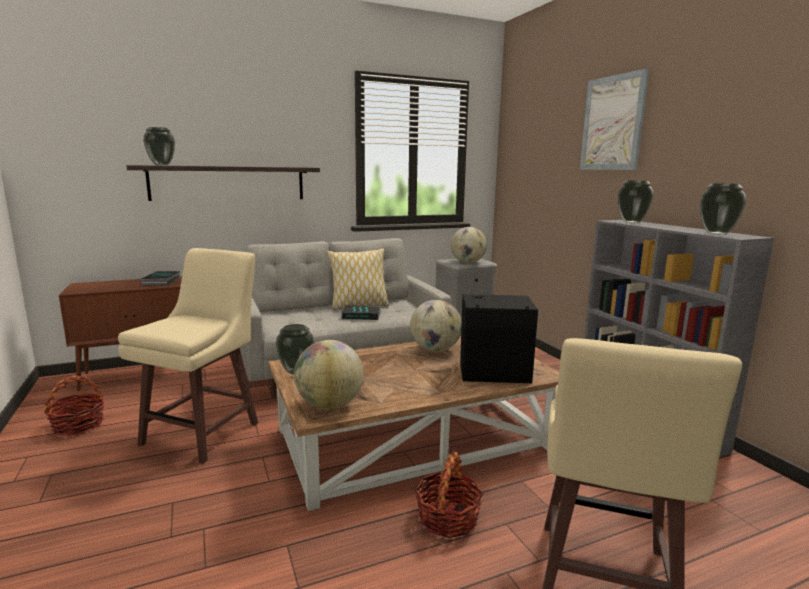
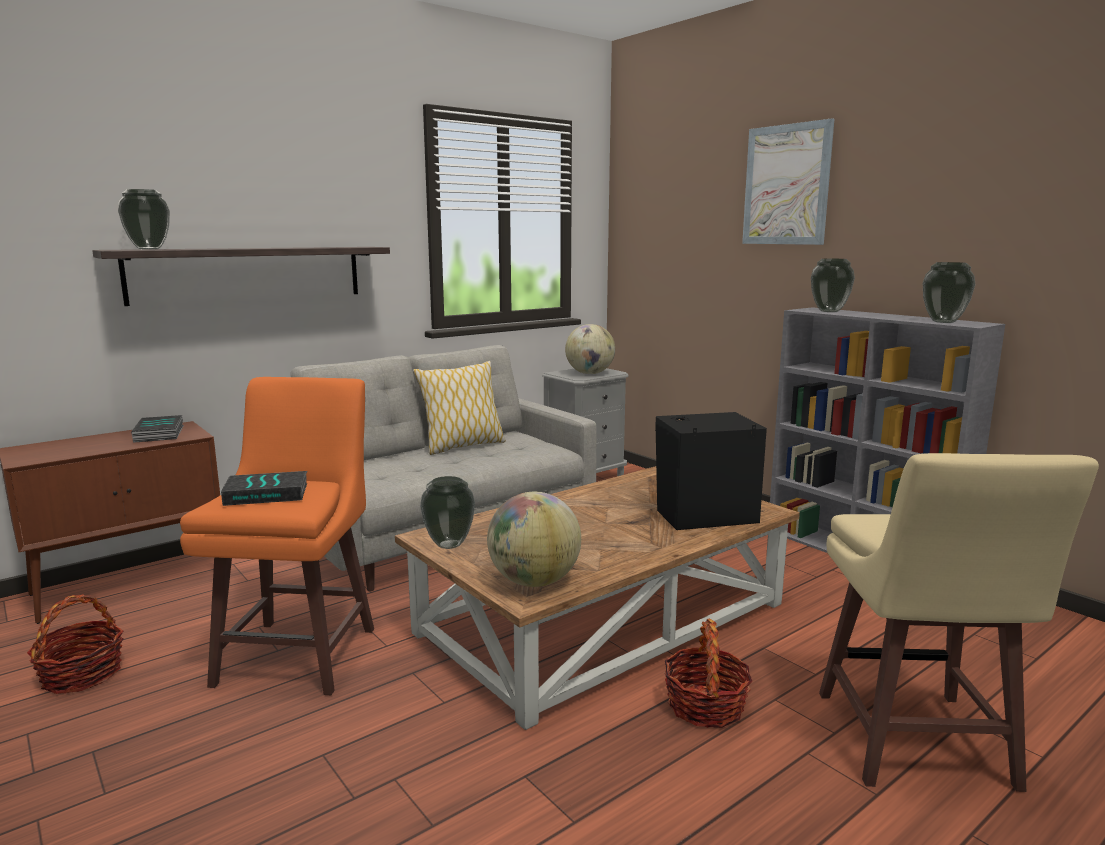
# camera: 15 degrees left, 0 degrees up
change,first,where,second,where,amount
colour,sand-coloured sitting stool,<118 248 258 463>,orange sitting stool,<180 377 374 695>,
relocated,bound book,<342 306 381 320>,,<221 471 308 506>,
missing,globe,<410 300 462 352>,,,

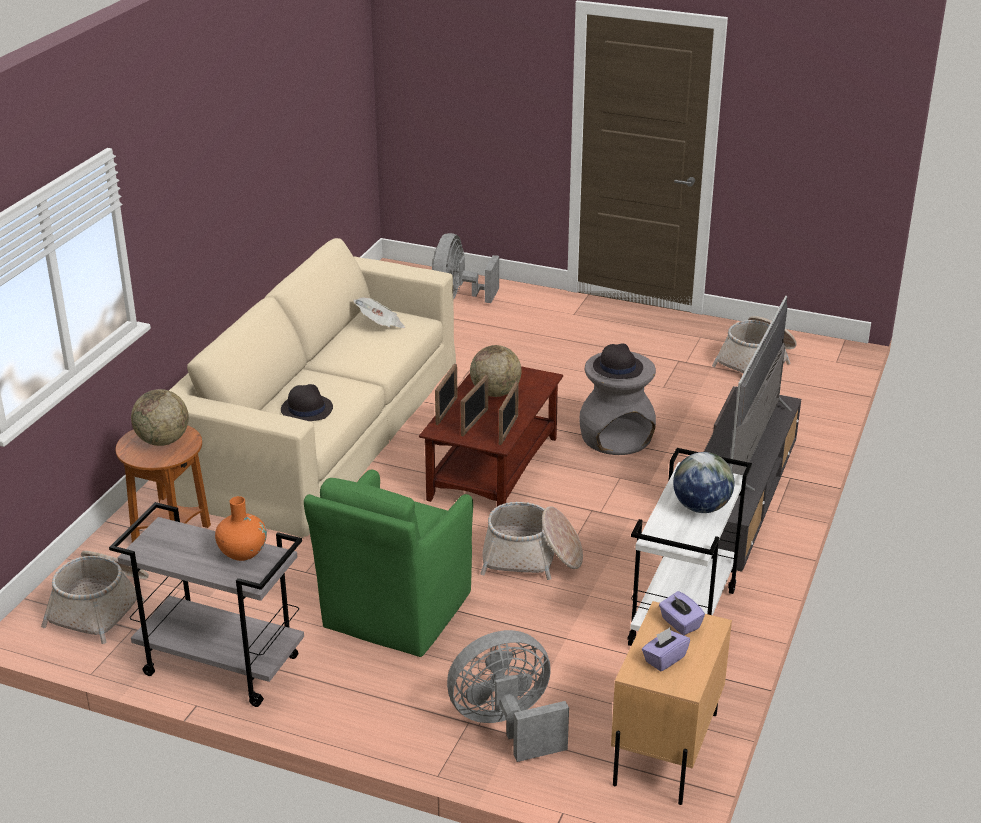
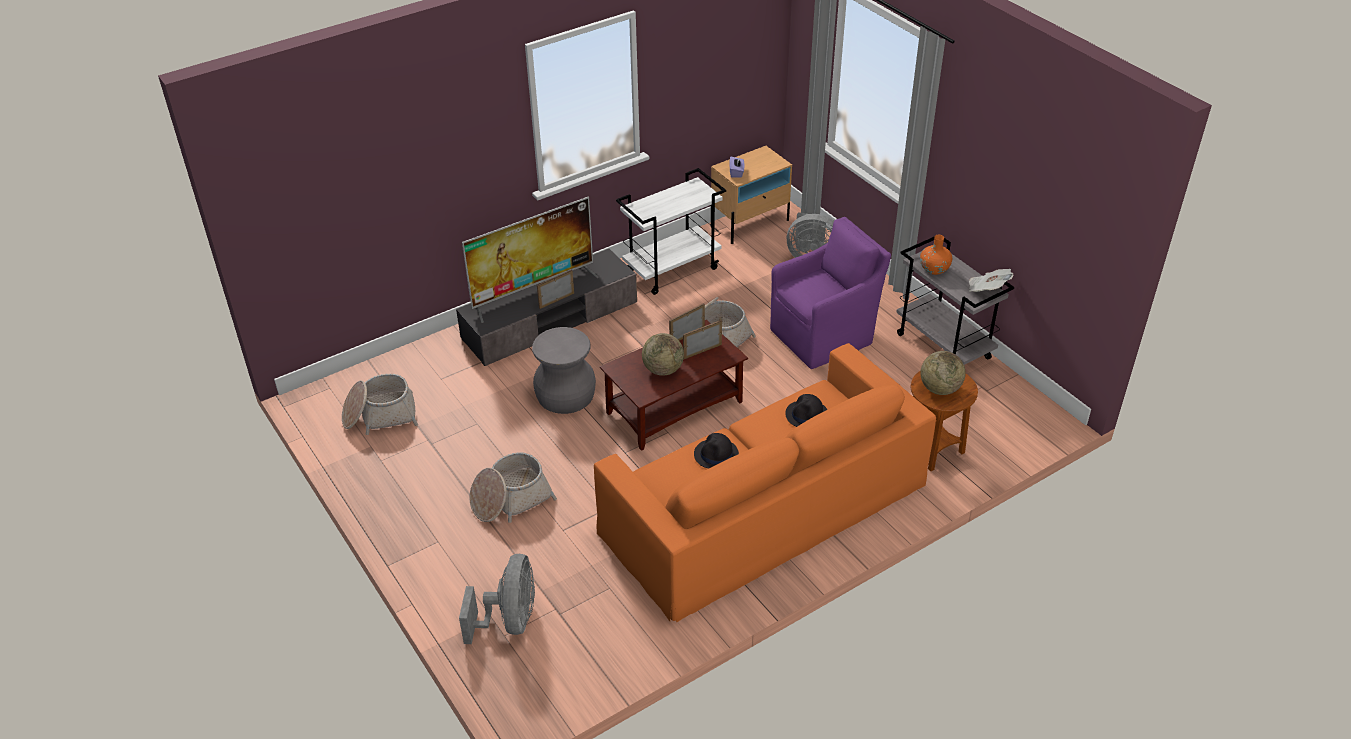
# camera: 145 degrees left, 10 degrees up
change,first,where,second,where,amount
spun,greyish fan,<432 233 499 303>,,<459 554 535 644>,45 degrees counterclockwise
relocated,basket,<41 551 149 644>,,<469 452 557 523>,
relocated,picture frame,<435 363 458 425>,,<537 270 574 309>,
colour,sand-coloured couch,<165 238 456 538>,orange couch,<594 343 936 623>,
relocated,blackish wearable hat,<593 343 643 379>,,<694 433 739 468>,
colour,greenish easy chair,<304 470 473 657>,purple-coloured easy chair,<770 217 891 369>,
relocated,newspaper,<353 297 406 328>,,<969 269 1014 292>,
missing,purple-coloured tissue holder,<642 627 690 672>,,,
missing,globe,<673 452 735 513>,,,

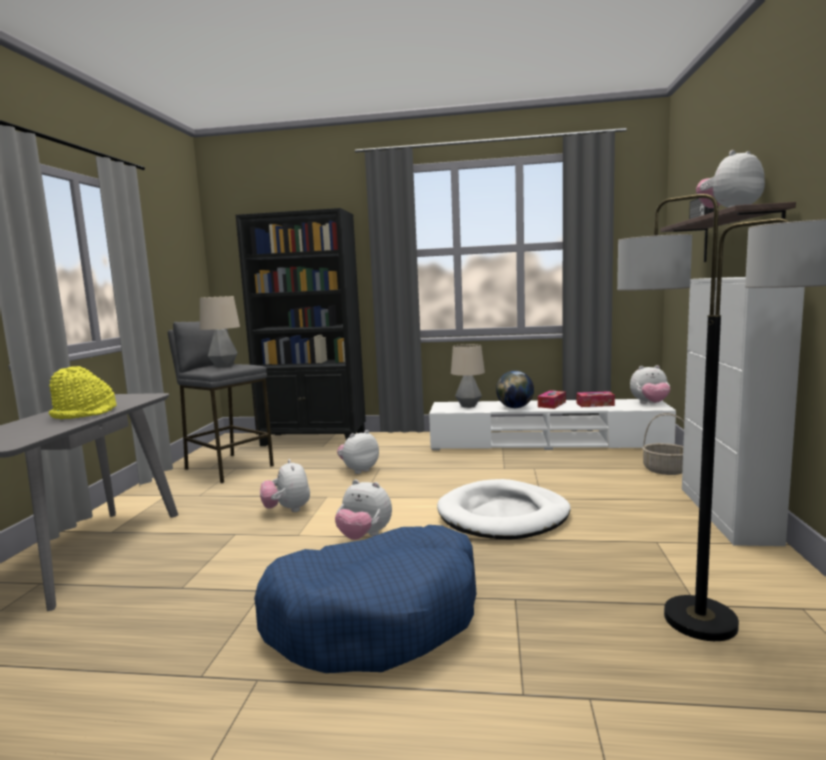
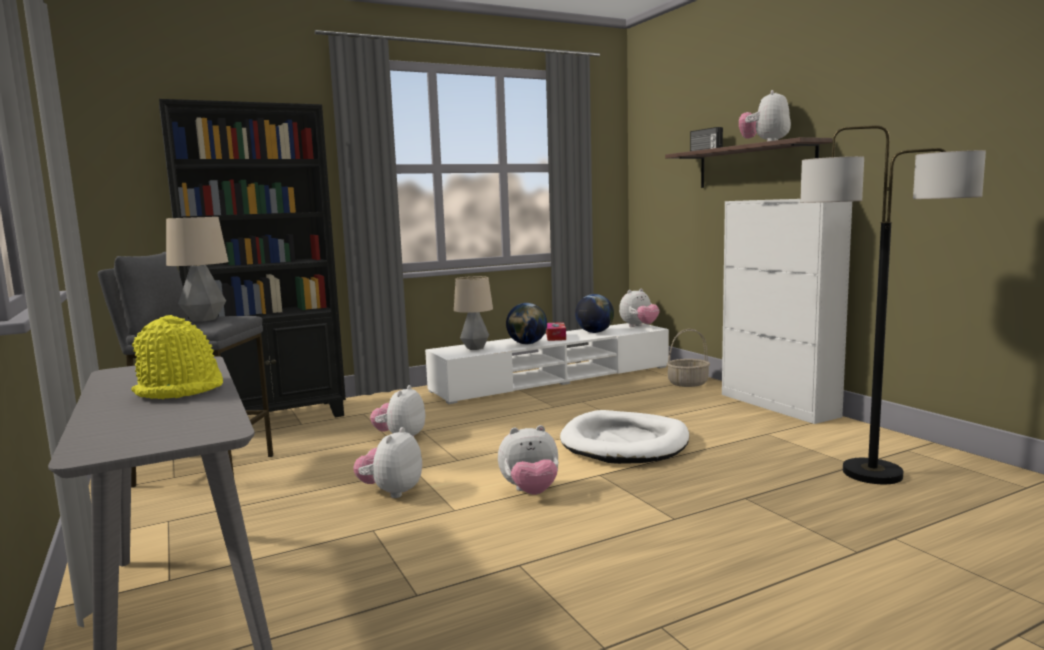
# camera: 35 degrees left, 0 degrees up
change,first,where,second,where,amount
spun,soft toy,<260 459 310 512>,,<353 427 422 498>,75 degrees clockwise
exchanged,tissue holder,<577 391 615 407>,globe,<575 294 614 333>,
missing,blue dog cushion,<254 525 476 673>,,,

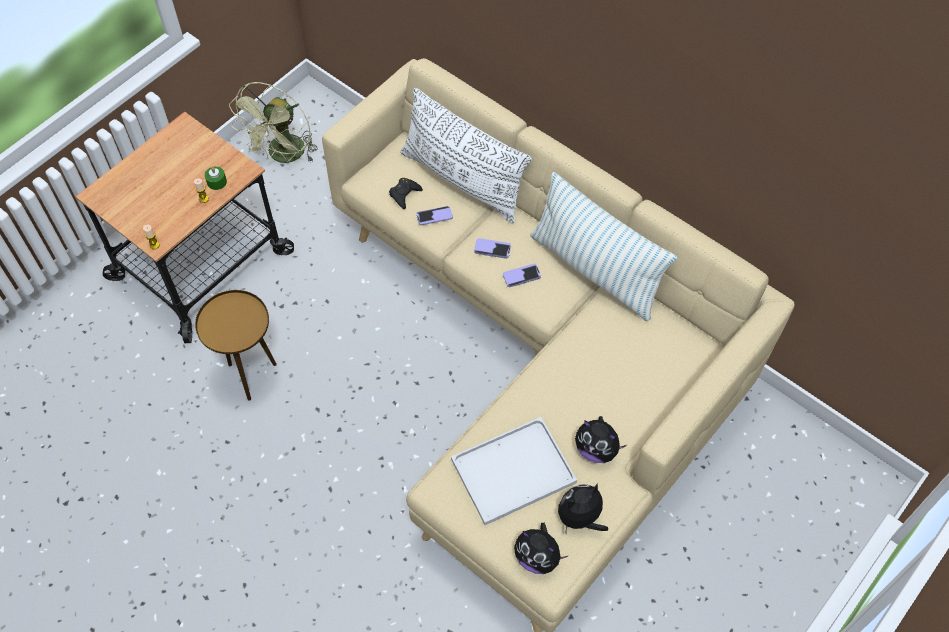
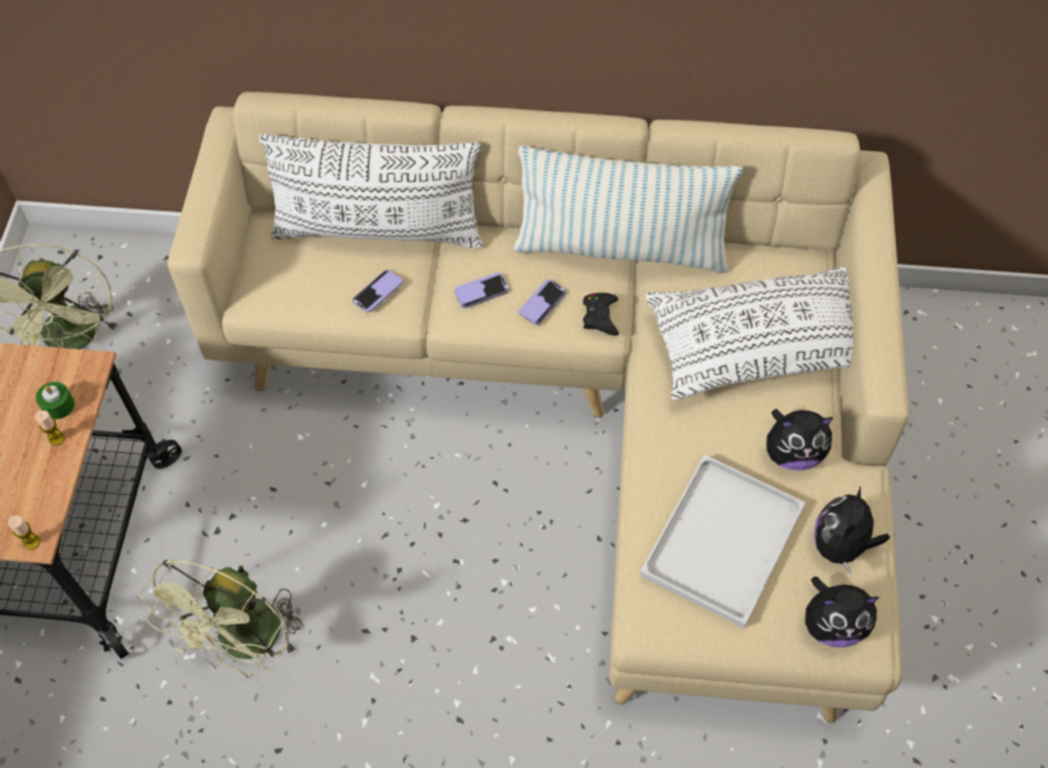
# camera: 35 degrees left, 0 degrees up
change,first,where,second,where,amount
exchanged,brown-coloured accent table,<195 290 277 401>,greenish fan,<139 560 304 678>,
relocated,blackish gamepad,<389 178 423 209>,,<583 293 619 336>,
appeared,,,white pillow,<646 266 853 400>,

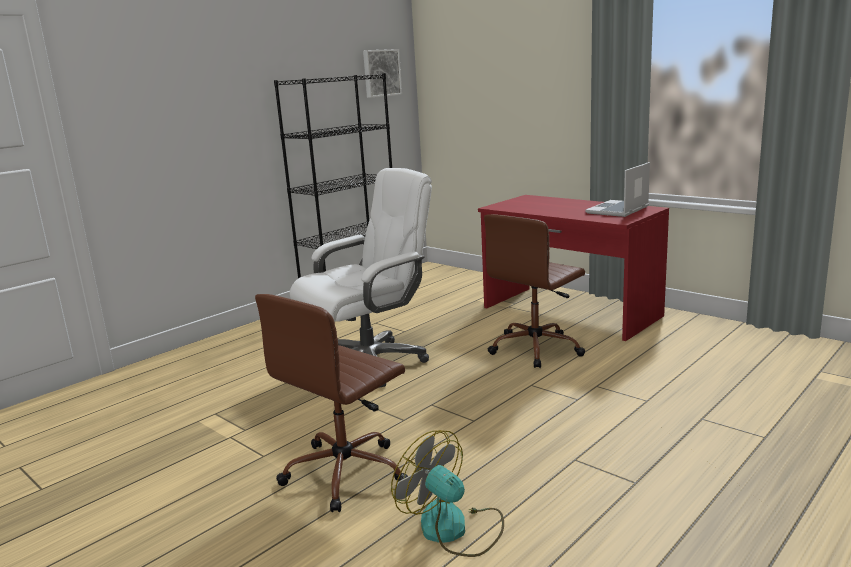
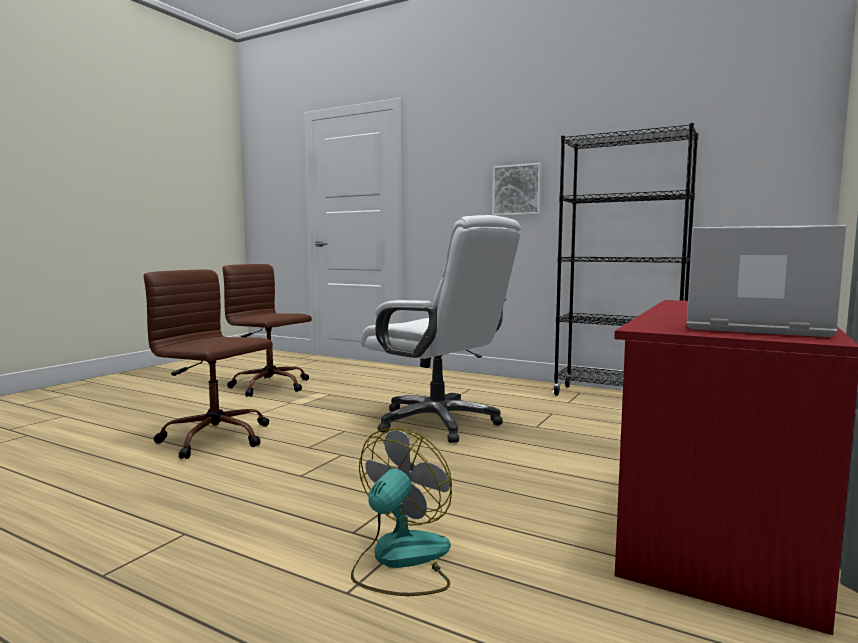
# camera: 75 degrees right, 10 degrees down
change,first,where,second,where,amount
relocated,brown-coloured desk chair,<484 214 585 368>,,<222 264 312 397>,
relocated,fan,<391 430 504 557>,,<351 428 452 596>,
relocated,wall art,<363 49 402 98>,,<492 163 542 216>,

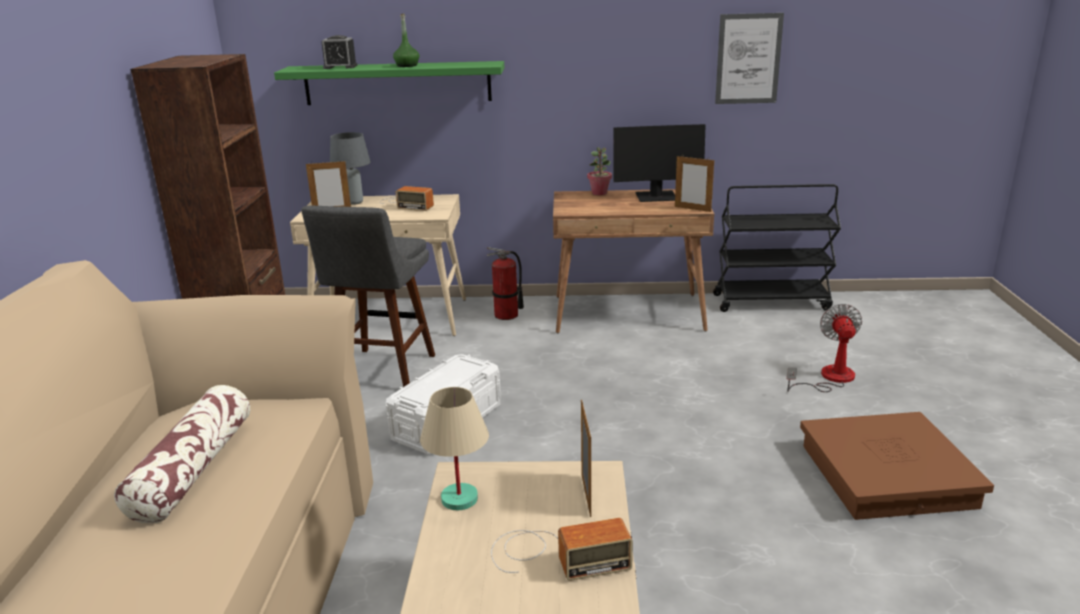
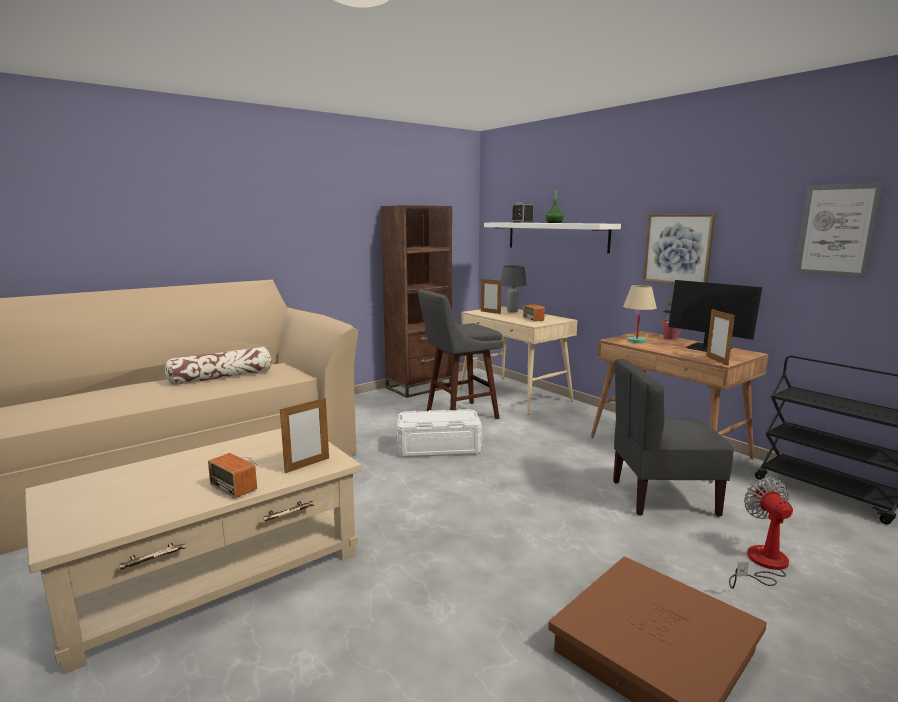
# camera: 50 degrees right, 10 degrees down
change,first,where,second,where,amount
colour,greenish shelf,<274 61 505 105>,white shelf,<484 222 621 254>,
appeared,,,greyish chair,<613 359 734 517>,
relocated,sand-coloured lamp for a table,<420 387 489 510>,,<623 285 657 343>,
appeared,,,wall art,<643 214 715 284>,
spun,fan,<787 304 862 392>,,<729 477 793 589>,60 degrees counterclockwise
missing,extinguisher,<487 247 524 320>,,,

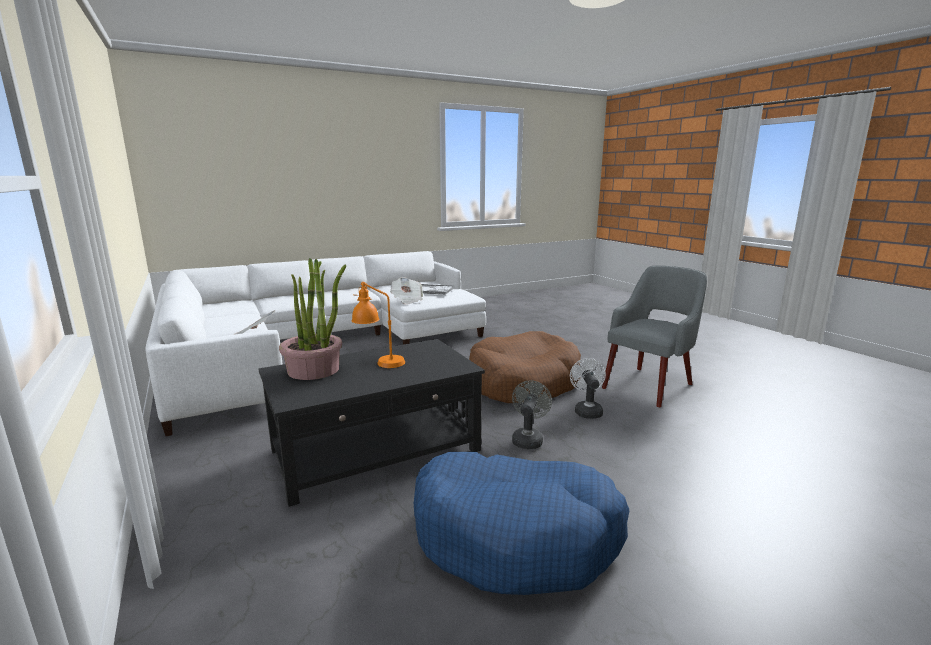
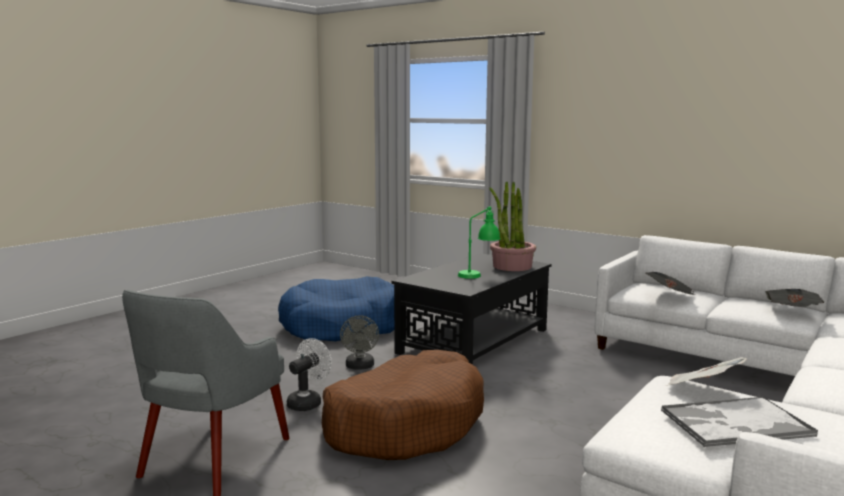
# camera: 155 degrees right, 5 degrees down
change,first,where,second,where,amount
spun,white fan,<570 358 606 419>,,<287 338 332 411>,120 degrees counterclockwise
colour,orange lamp for a table,<351 282 405 368>,greenish lamp for a table,<458 206 501 279>,
appeared,,,newspaper,<765 289 824 307>,

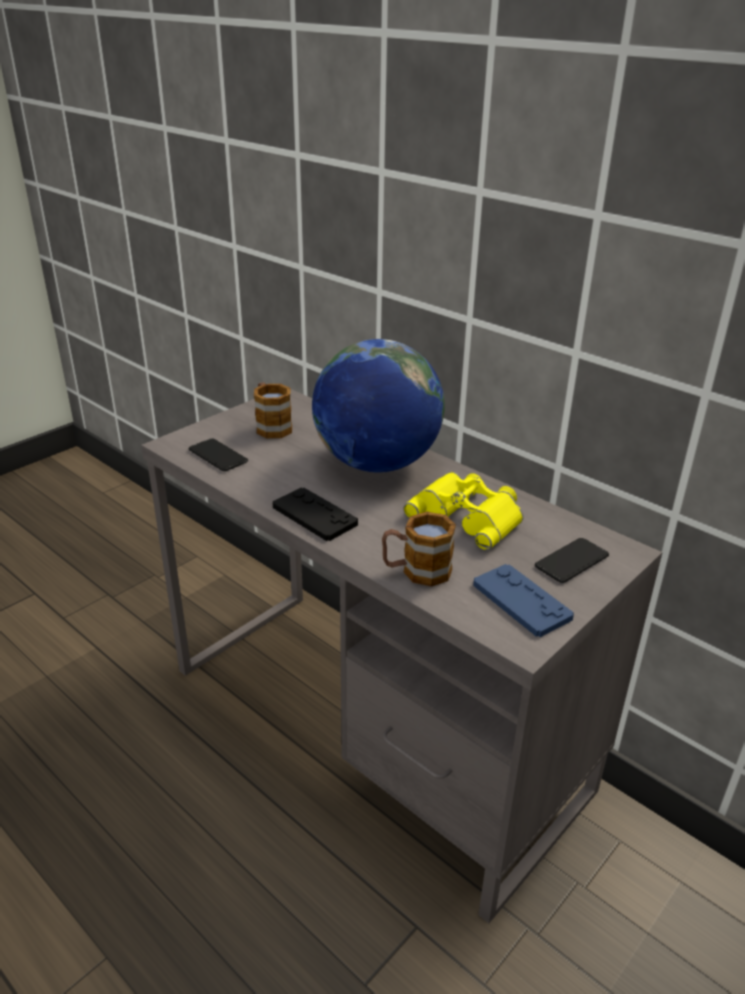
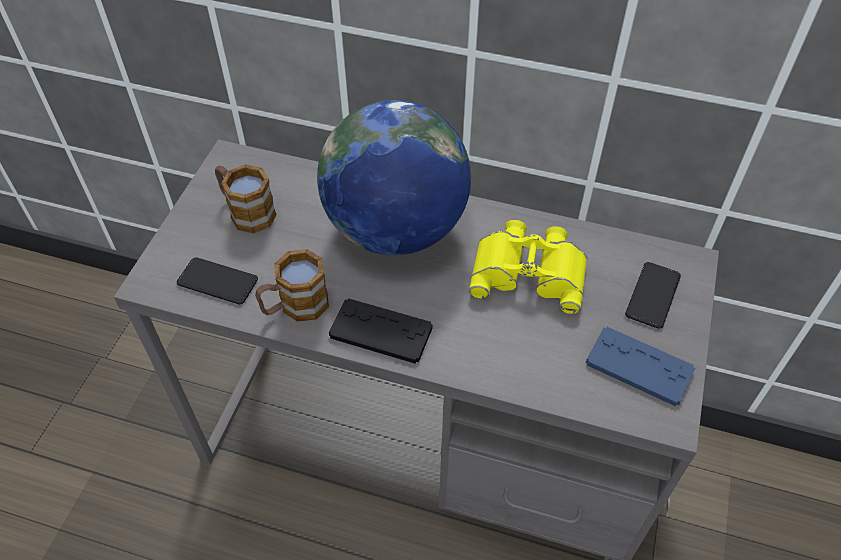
# camera: 25 degrees left, 20 degrees up
change,first,where,second,where,amount
relocated,coffee mug,<382 512 456 586>,,<255 249 329 322>,

